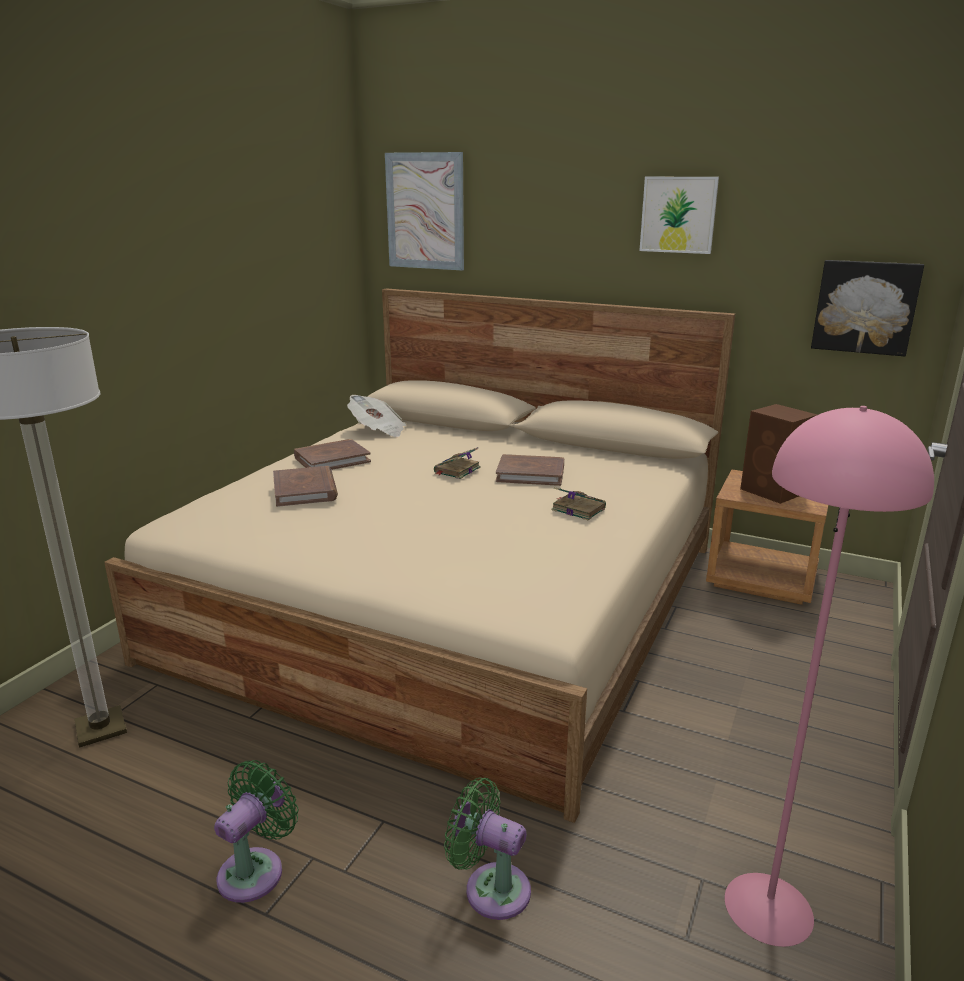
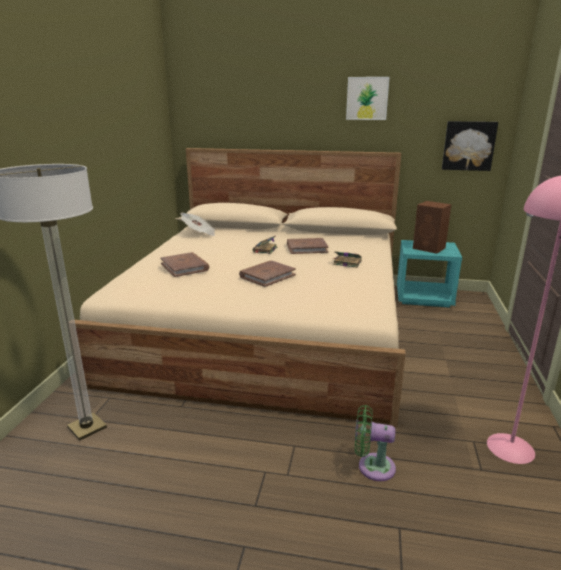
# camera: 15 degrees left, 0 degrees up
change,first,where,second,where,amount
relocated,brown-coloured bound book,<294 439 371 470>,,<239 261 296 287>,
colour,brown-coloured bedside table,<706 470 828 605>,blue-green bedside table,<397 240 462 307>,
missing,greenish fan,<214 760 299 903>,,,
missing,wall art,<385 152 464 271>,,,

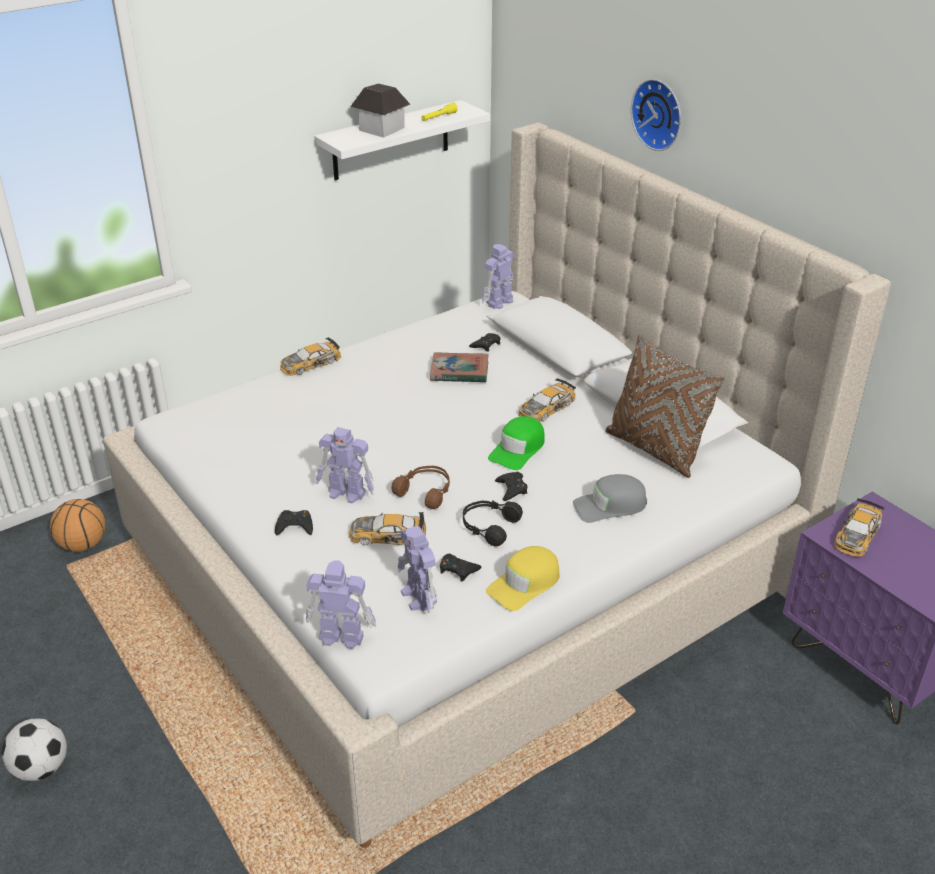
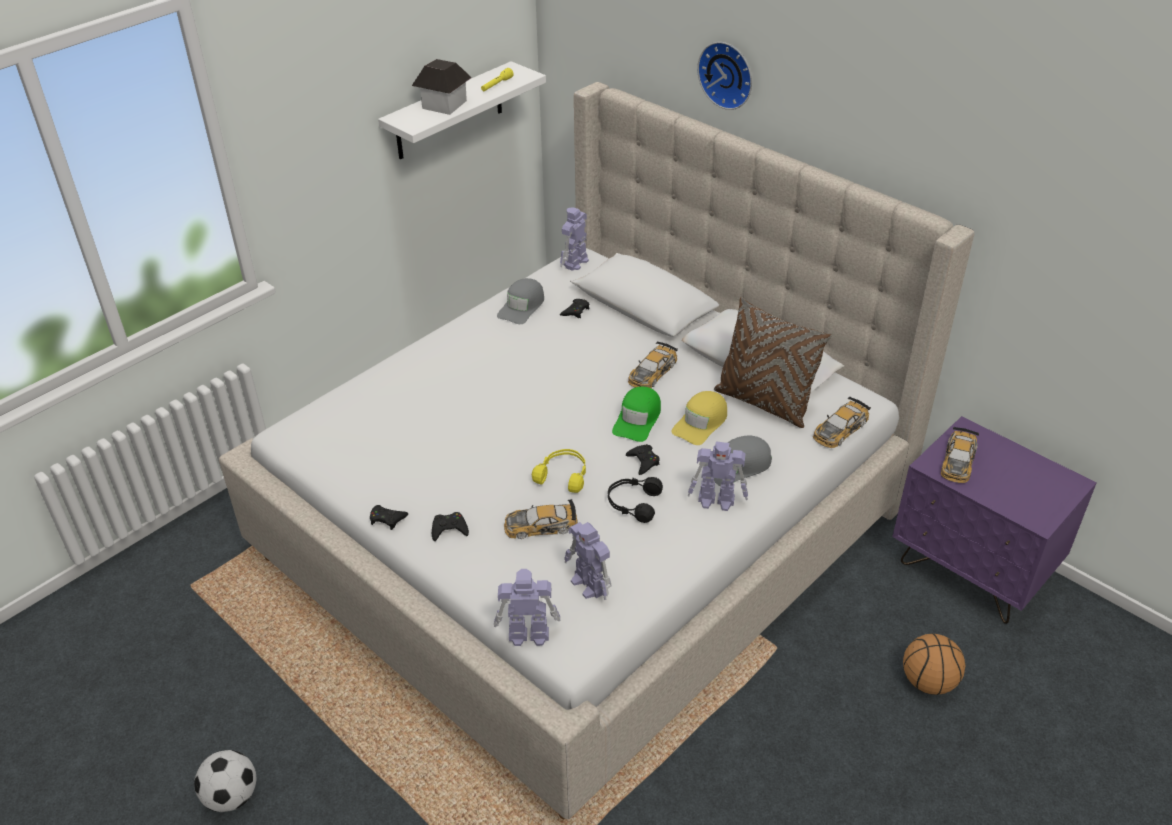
# camera: 10 degrees left, 5 degrees up
change,first,where,second,where,amount
relocated,blackish gamepad,<440 554 481 582>,,<370 505 408 530>,
appeared,,,greyish cap,<497 278 544 324>,
colour,brown-coloured pair of headphones,<392 466 450 509>,yellowish pair of headphones,<532 449 586 493>,
relocated,yellowish cap,<486 546 559 611>,,<671 391 727 445>,
relocated,toy robot,<316 427 374 504>,,<688 442 748 511>,
relocated,model car,<280 337 341 376>,,<813 397 871 448>,
relocated,basketball ball,<50 499 106 552>,,<903 634 965 695>,
missing,bound book,<430 353 489 382>,,,

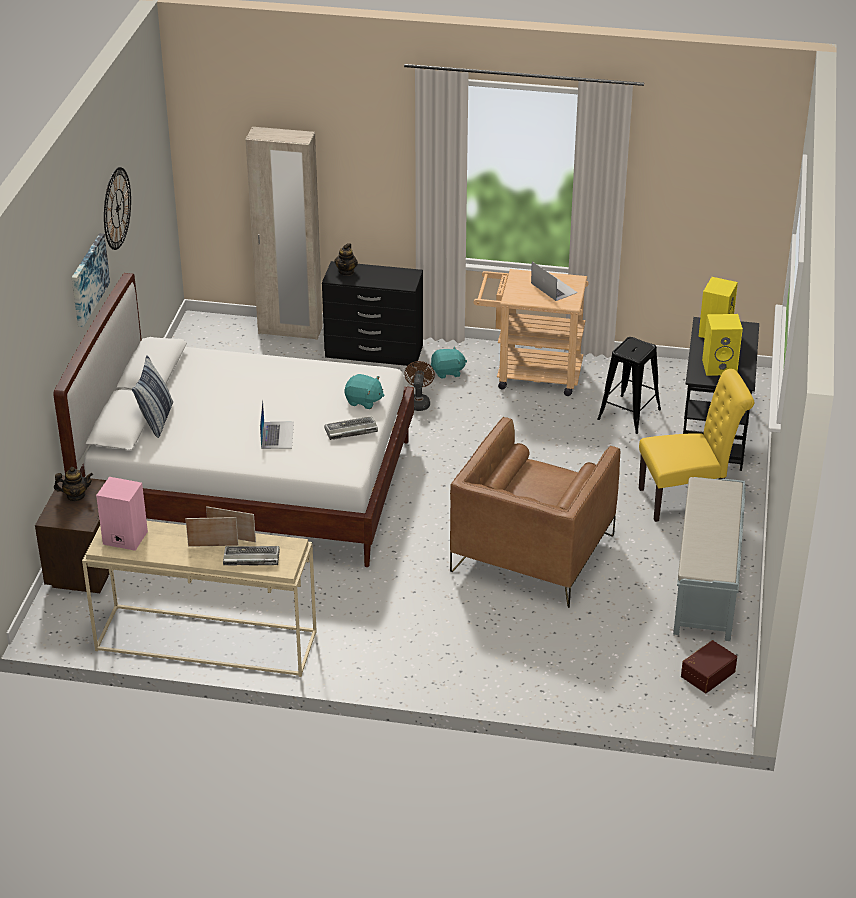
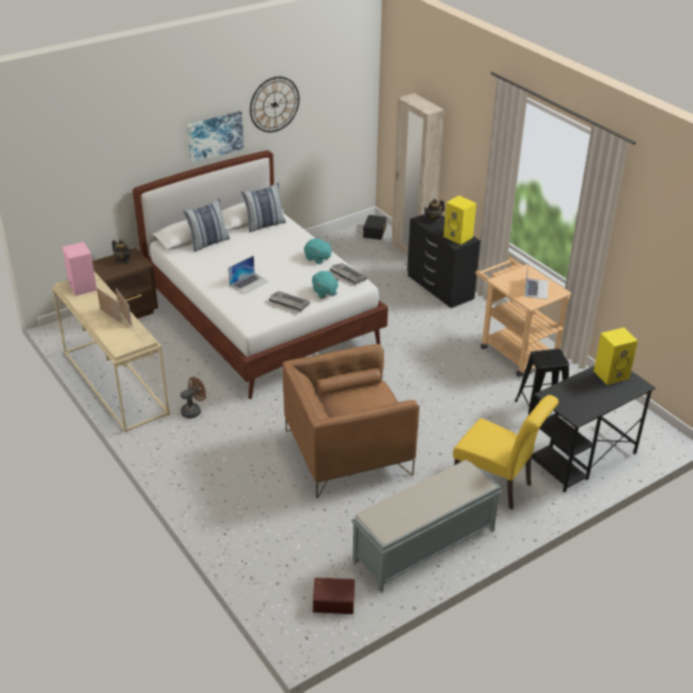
# camera: 45 degrees right, 0 degrees up
change,first,where,second,where,amount
relocated,brown-coloured fan,<404 361 435 411>,,<180 377 206 419>,
appeared,,,pillow,<241 182 286 232>,
relocated,blue-green soft toy,<431 347 467 379>,,<304 238 331 264>,
relocated,PC keyboard,<223 546 280 566>,,<330 263 367 285>,
appeared,,,blackish storage box,<363 215 386 240>,
relocated,yellowish loudspeaker,<702 314 743 376>,,<444 196 476 245>,

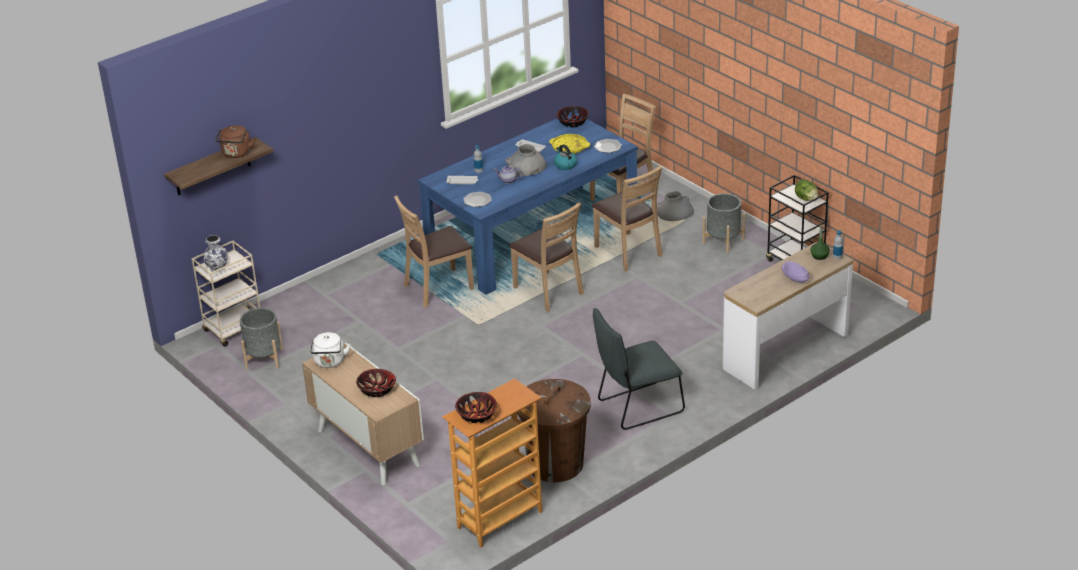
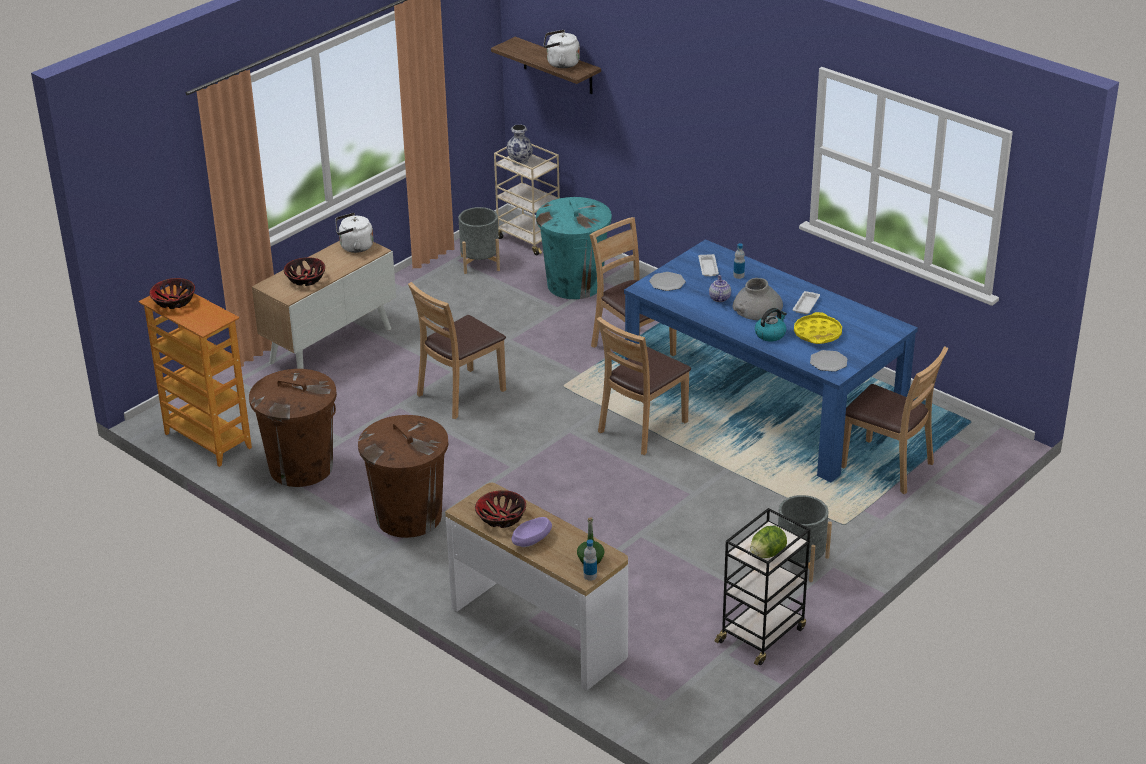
# camera: 80 degrees right, 0 degrees up
change,first,where,second,where,amount
exchanged,greyish chair,<593 308 685 430>,brown-coloured waste bin,<358 415 448 538>,
relocated,brown-coloured chair,<592 166 663 272>,,<408 282 506 419>,
relocated,bowl,<556 106 588 128>,,<475 490 526 528>,
appeared,,,blue-green waste bin,<536 197 612 299>,
colour,brown-coloured water kettle,<215 125 255 158>,white water kettle,<544 30 580 68>,
missing,greyish vase,<657 191 694 221>,,,

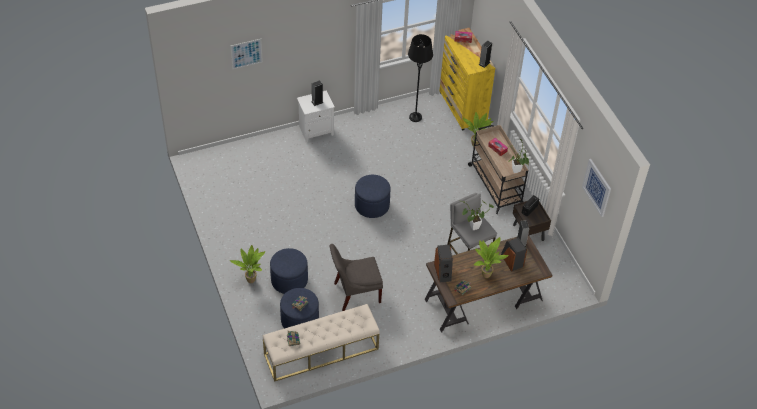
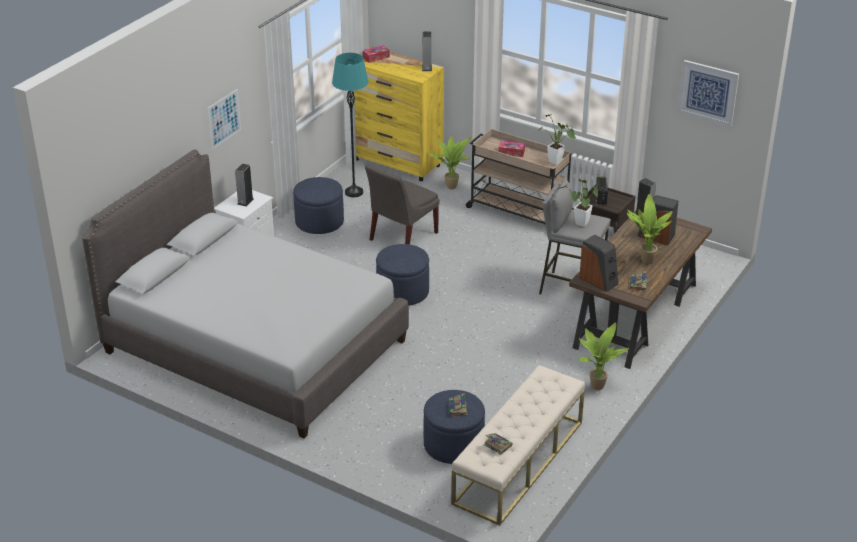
# camera: 35 degrees left, 15 degrees down
change,first,where,second,where,amount
appeared,,,greyish sleeping bed,<82 150 409 438>,
relocated,wall art,<230 39 263 69>,,<208 89 241 149>,
relocated,blue ottoman,<270 248 308 294>,,<293 177 344 234>,
colour,blackish standard lamp,<408 34 433 122>,blue-green standard lamp,<332 53 368 197>,
relocated,greyish chair,<329 244 383 311>,,<365 164 439 244>,
relocated,potted plant,<230 245 265 283>,,<578 322 629 390>,

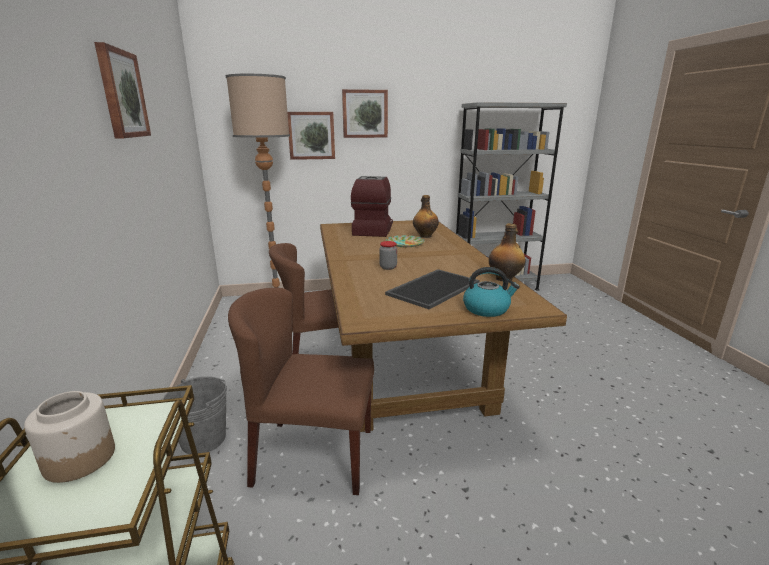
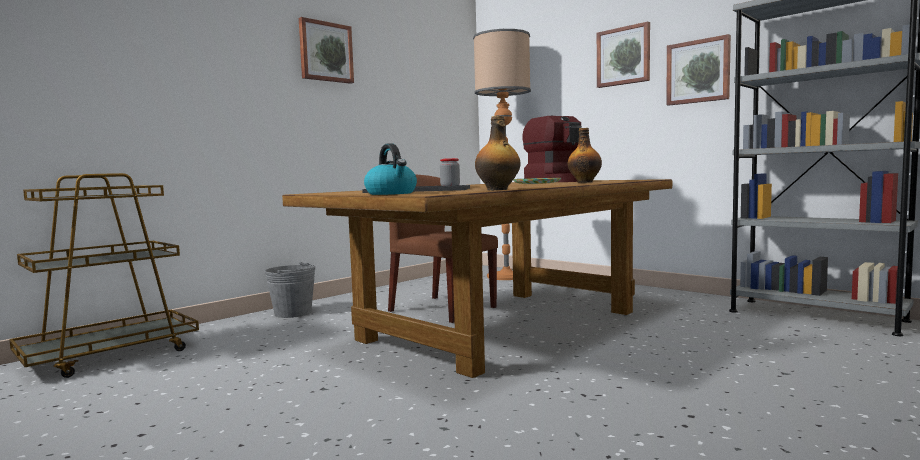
# camera: 55 degrees right, 15 degrees down
change,first,where,second,where,amount
spun,coffee maker,<351 176 393 237>,,<522 116 582 182>,90 degrees clockwise
relocated,wall art,<287 112 335 160>,,<666 34 731 106>,
missing,jar,<24 391 115 483>,,,
missing,brown-coloured chair,<228 288 374 495>,,,

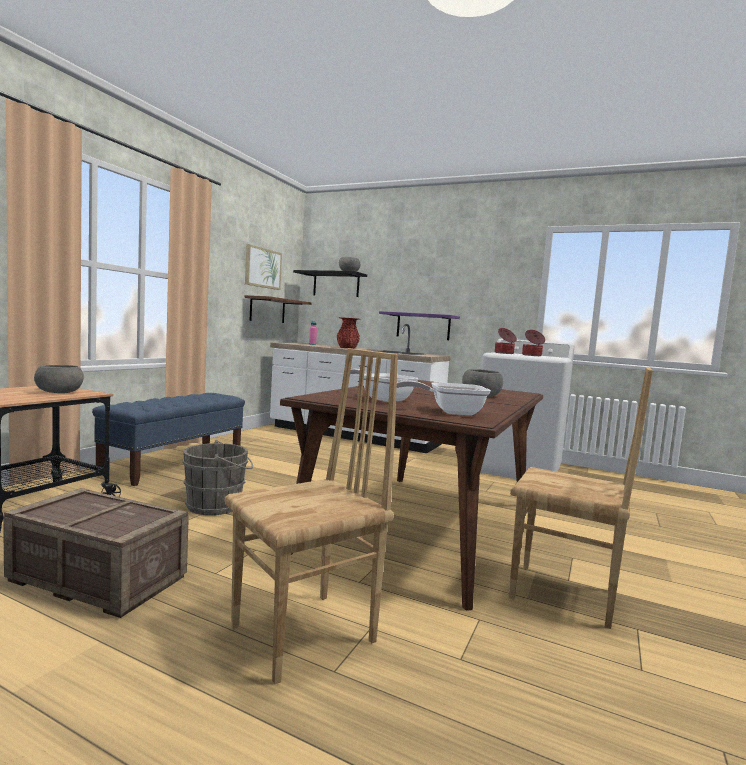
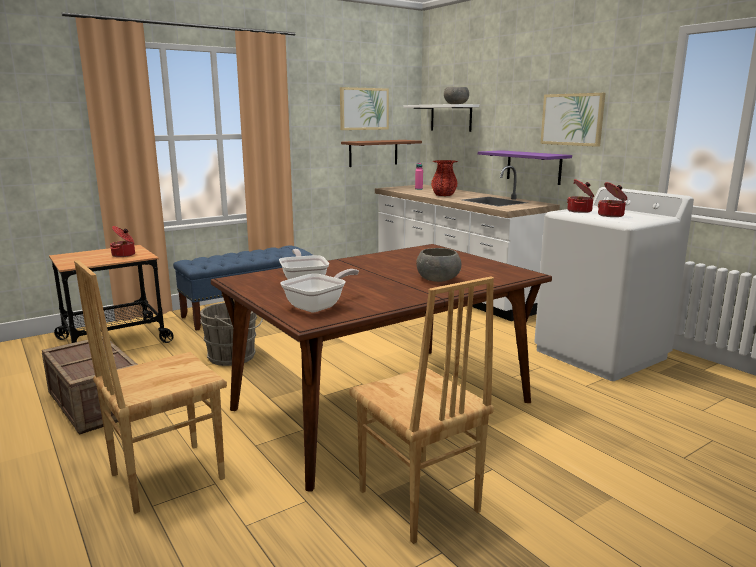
# camera: 30 degrees right, 10 degrees up
change,first,where,second,where,amount
spun,brown-coloured chair,<225 348 398 684>,,<74 260 227 514>,150 degrees clockwise
exchanged,greyish bowl,<34 365 84 393>,stockpot,<110 226 135 257>,
spun,pan,<397 380 491 415>,,<280 269 359 312>,105 degrees clockwise
colour,blackish shelf,<293 270 367 297>,white shelf,<403 104 479 132>,
appeared,,,wall art,<540 93 605 147>,

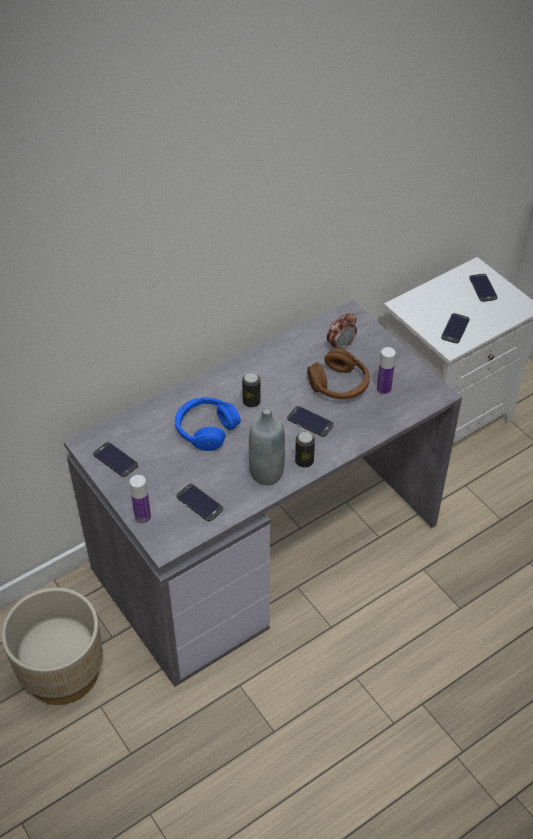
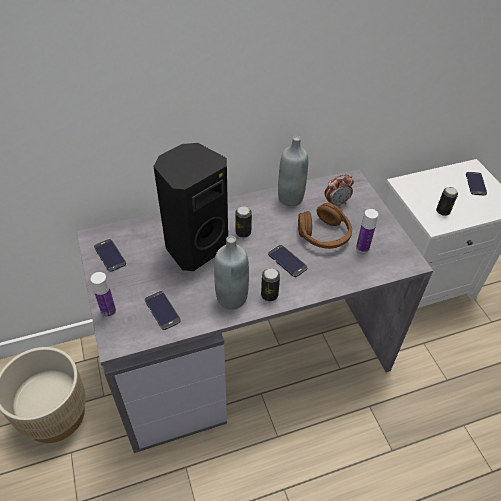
# camera: 15 degrees right, 0 degrees up
change,first,where,second,where,amount
exchanged,blue pair of headphones,<175 397 241 451>,blackish loudspeaker,<153 143 228 271>,
appeared,,,greyish beverage bottle,<278 136 308 206>,
exchanged,phone,<441 313 470 343>,metal can,<436 187 458 216>,

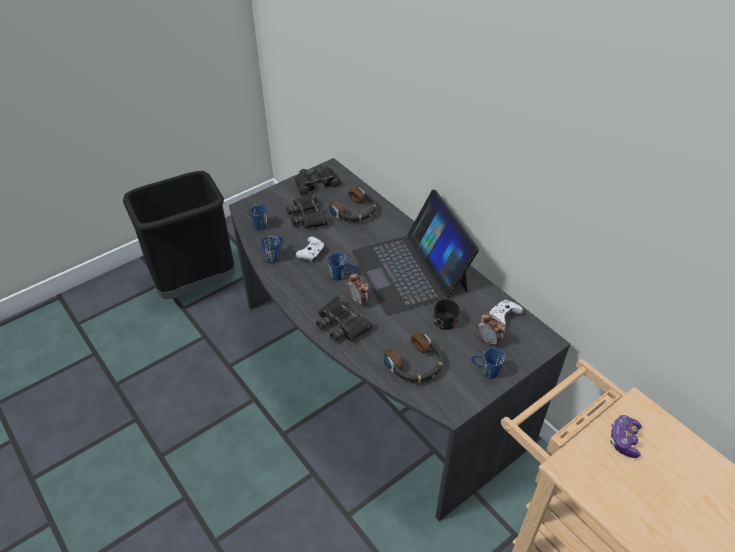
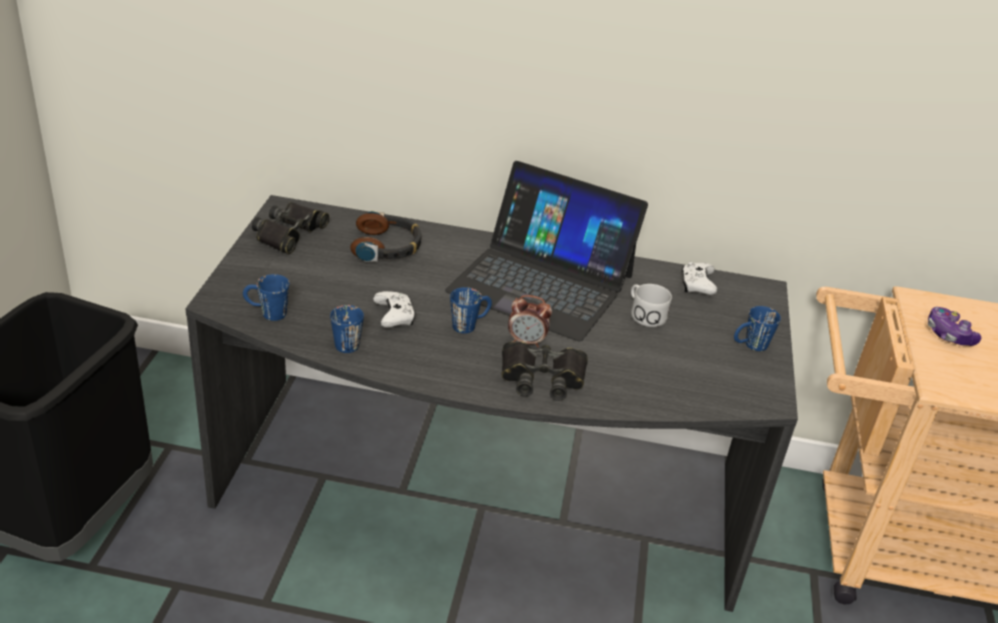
# camera: 45 degrees left, 10 degrees down
change,first,where,second,where,amount
colour,blackish coffee mug,<433 297 459 330>,white coffee mug,<631 284 672 327>,
missing,blackish field glasses,<286 193 328 229>,,,
missing,pair of headphones,<384 333 443 383>,,,
missing,table clock,<477 313 505 347>,,,

